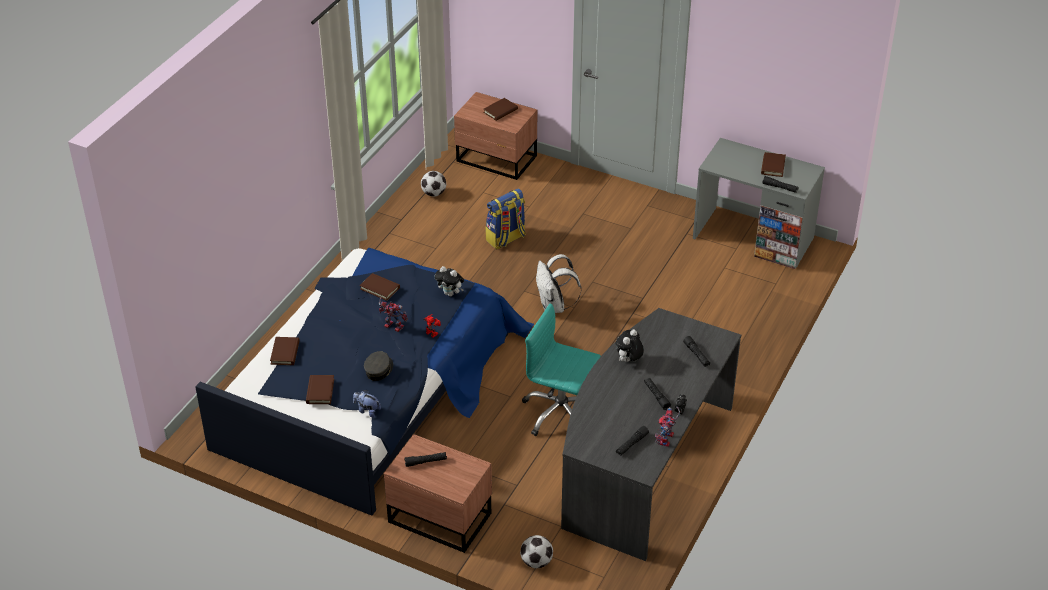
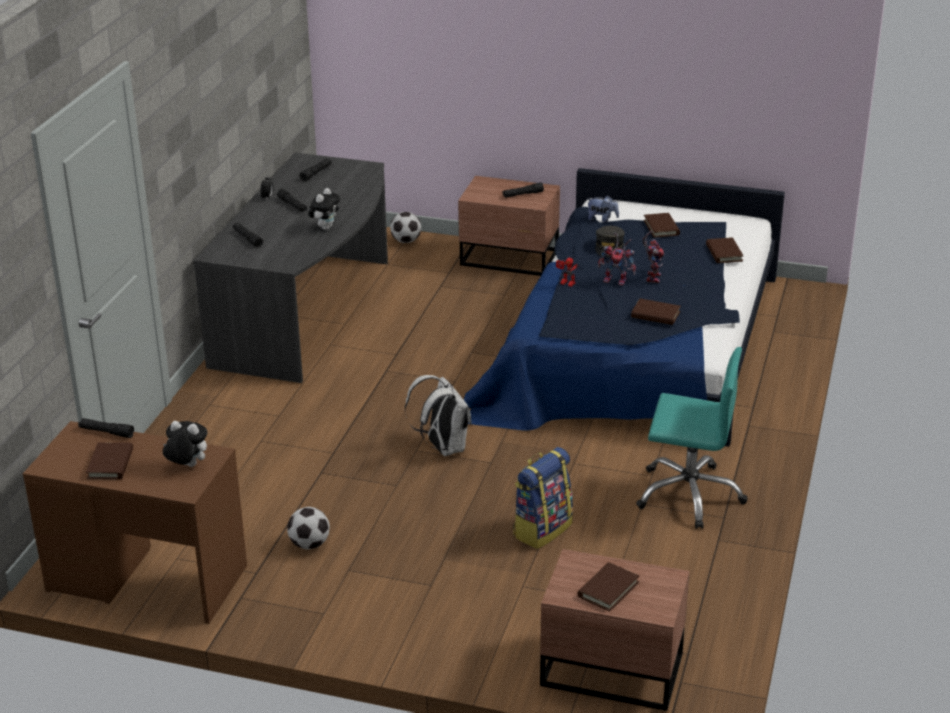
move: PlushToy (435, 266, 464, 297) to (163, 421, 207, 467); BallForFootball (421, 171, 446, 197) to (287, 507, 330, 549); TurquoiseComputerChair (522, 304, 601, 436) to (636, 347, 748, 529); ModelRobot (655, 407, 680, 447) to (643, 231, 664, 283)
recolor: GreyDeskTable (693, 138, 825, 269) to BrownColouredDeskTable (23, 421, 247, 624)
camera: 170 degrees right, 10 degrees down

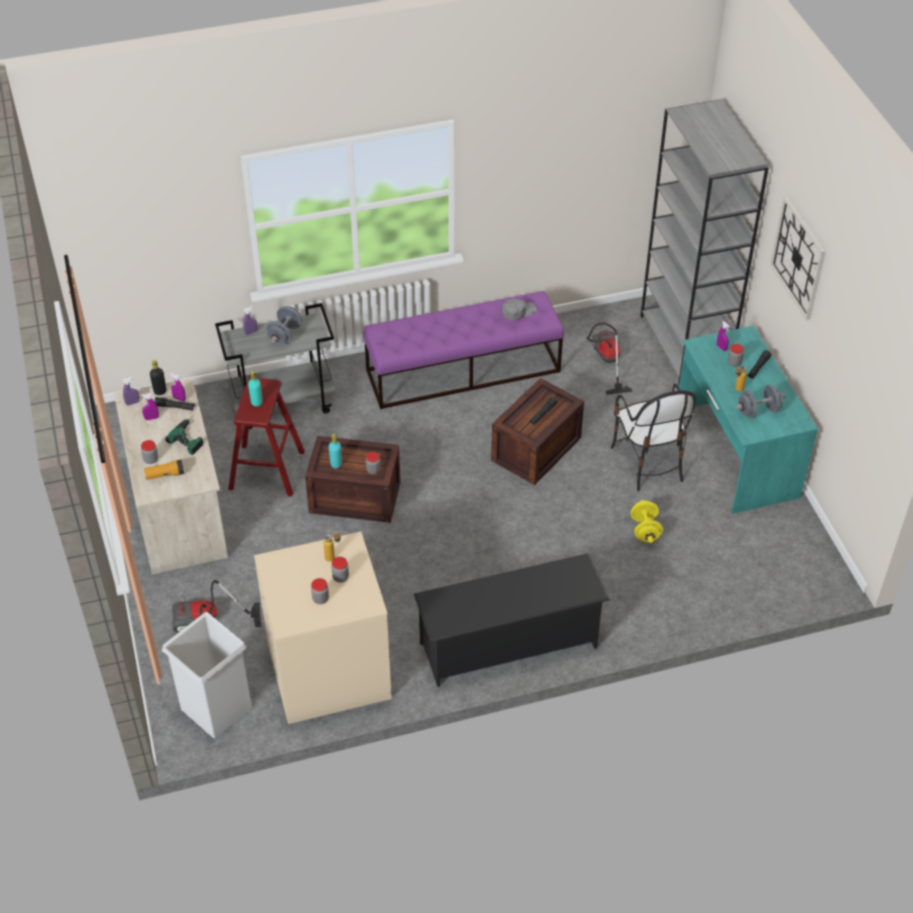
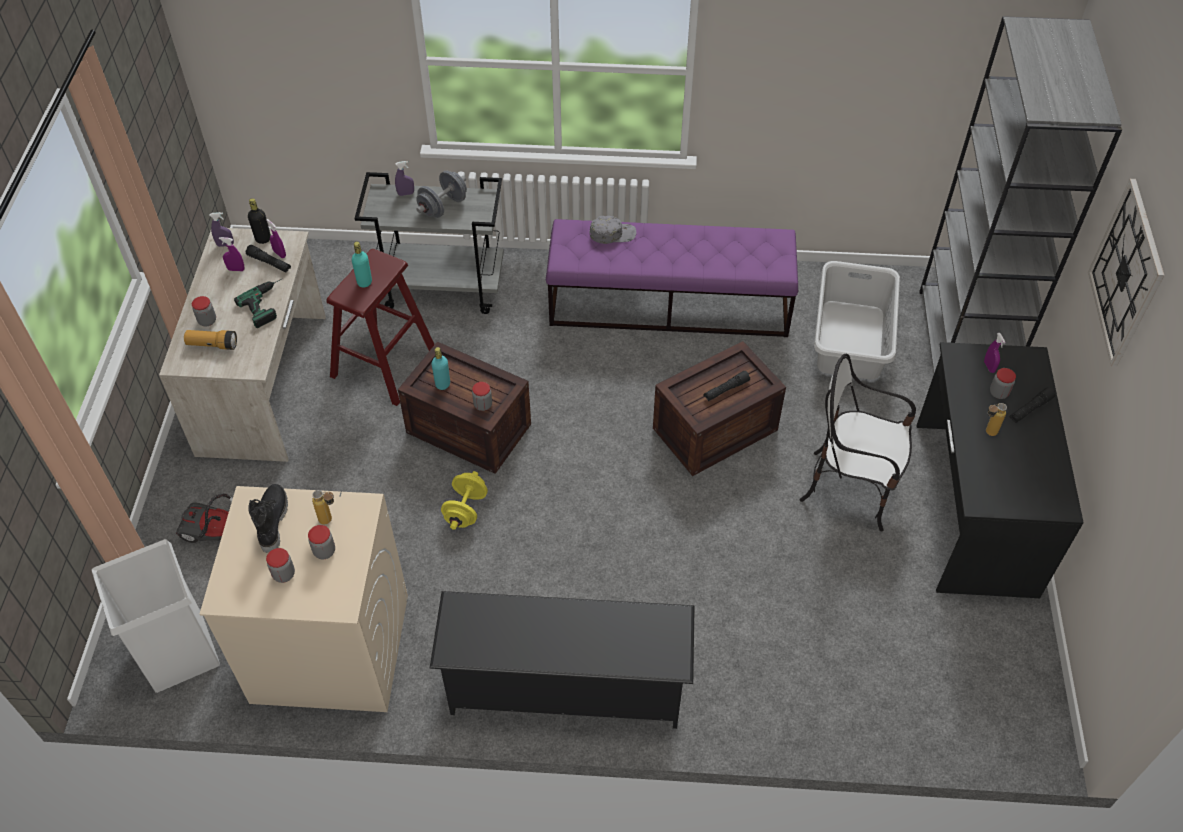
delete: GreyDumbbell (735, 384, 786, 419)
insert: BlackishHighTopBoot (248, 484, 288, 553)
move: YellowishDumbbell (631, 500, 663, 543) to (441, 471, 488, 530); GreyBaseballCap (501, 299, 536, 320) to (590, 216, 636, 244)
replace: Hoover (587, 323, 633, 395) to GreyWashingBasket (814, 261, 900, 380)
recolor: TurquoiseDeskTable (679, 326, 818, 514) to BlackishDeskTable (916, 342, 1084, 598)
rotate: PlainChair (611, 384, 696, 491) = (800, 353, 916, 532) 105 degrees clockwise
camera: 20 degrees right, 5 degrees up

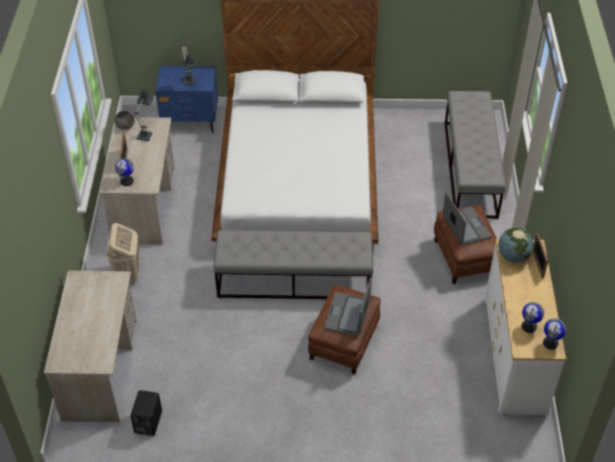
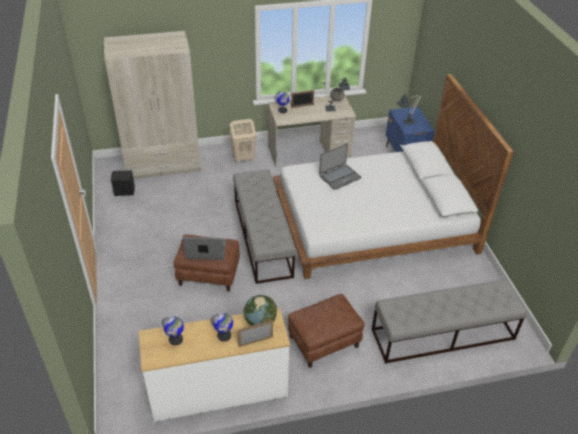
move: Globe (543, 319, 566, 350) to (211, 313, 233, 342); Laptop (442, 192, 492, 246) to (319, 144, 361, 190)
replace: SandColouredDeskTable (44, 271, 137, 422) to SandColouredWardrobe (104, 31, 201, 179)
camera: 75 degrees right, 5 degrees down

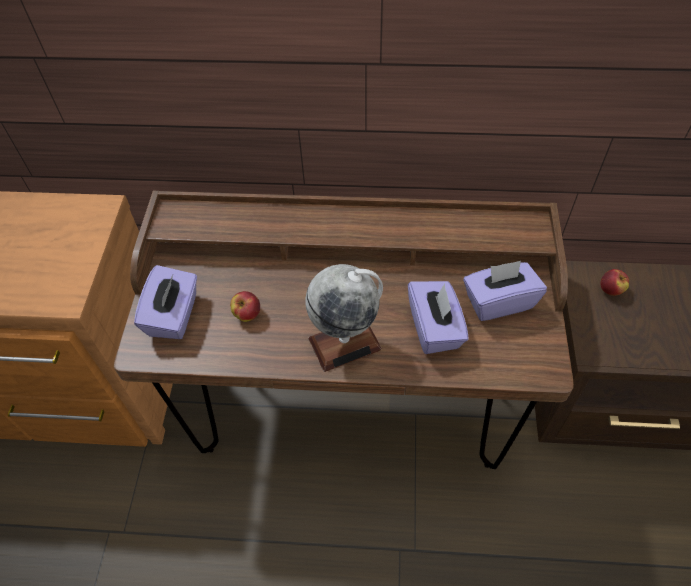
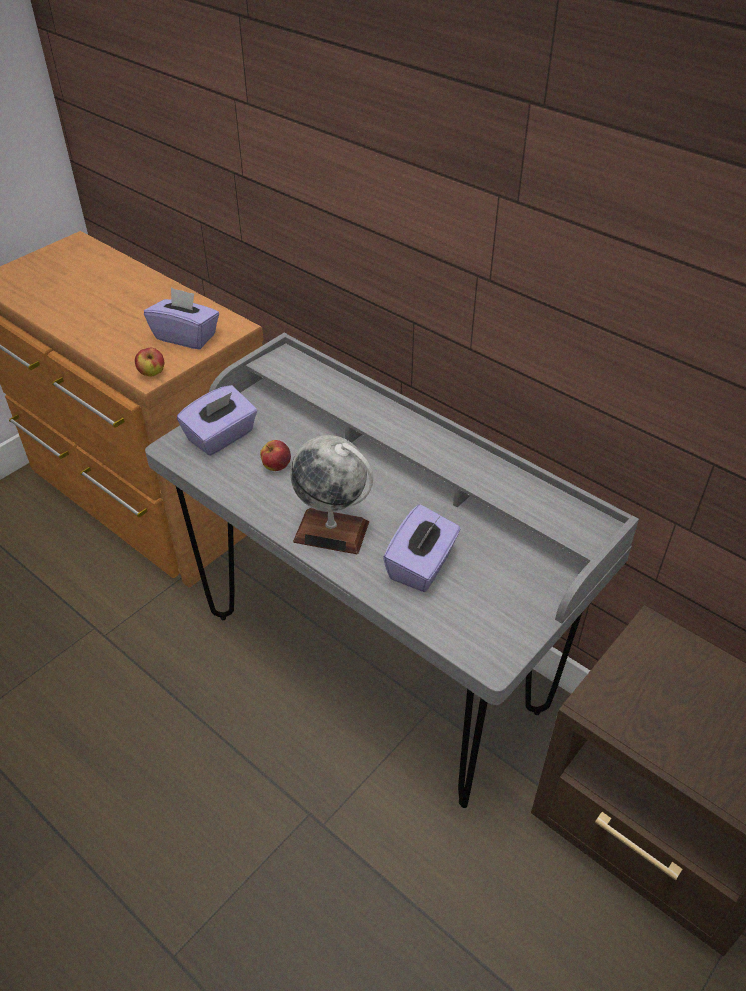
move: WholeApple (600, 269, 629, 296) to (135, 348, 164, 377); PurpleColouredTissueHolder (463, 261, 547, 321) to (144, 287, 219, 349)
recolor: BrownColouredDeskTable (114, 191, 574, 469) to GreyDeskTable (145, 333, 639, 808)
camera: 35 degrees right, 10 degrees down

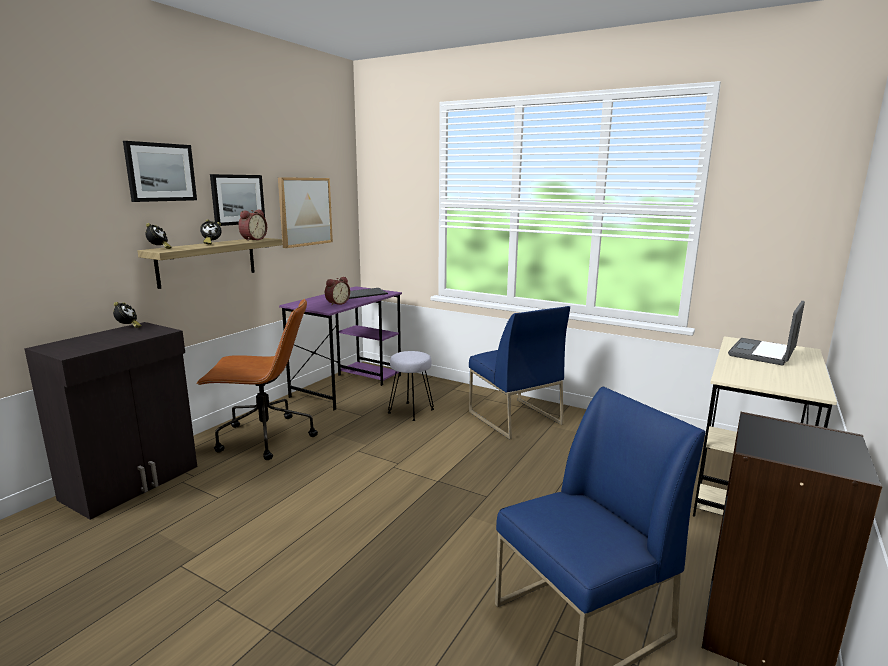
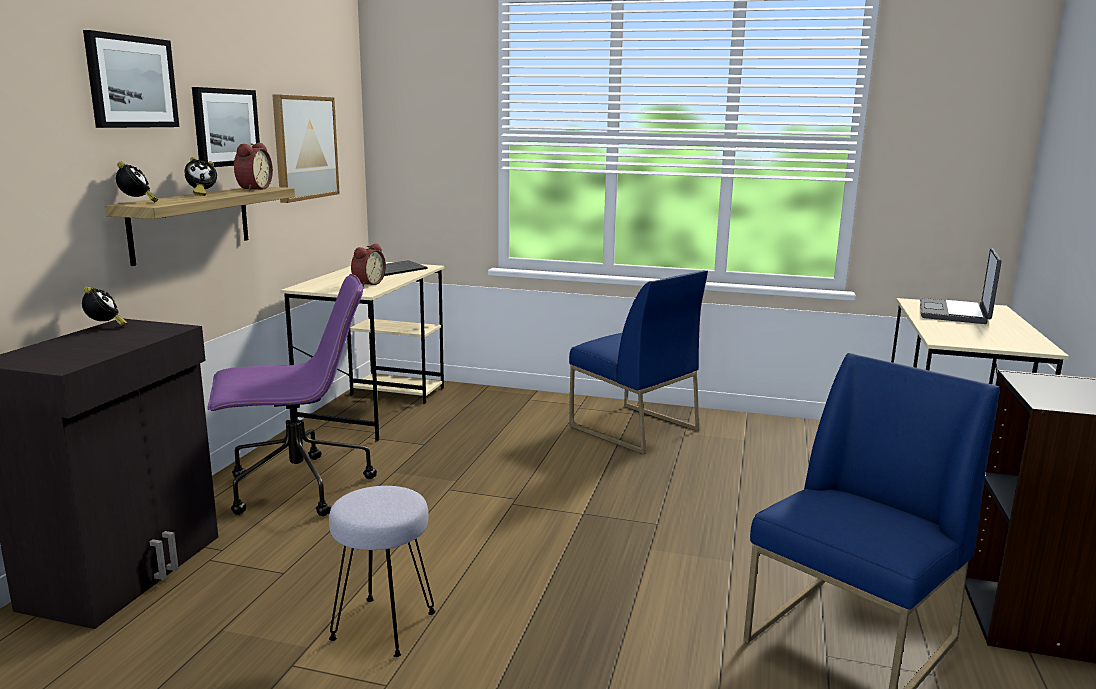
move: GreyStool (388, 351, 434, 421) to (329, 486, 436, 657)
recolor: BrownColouredComputerChair (196, 298, 318, 460) to PurpleColouredComputerChair (207, 274, 377, 516); PurpleColouredDeskTable (279, 286, 402, 410) to SandColouredDeskTable (280, 262, 444, 442)
camera: 15 degrees left, 0 degrees up

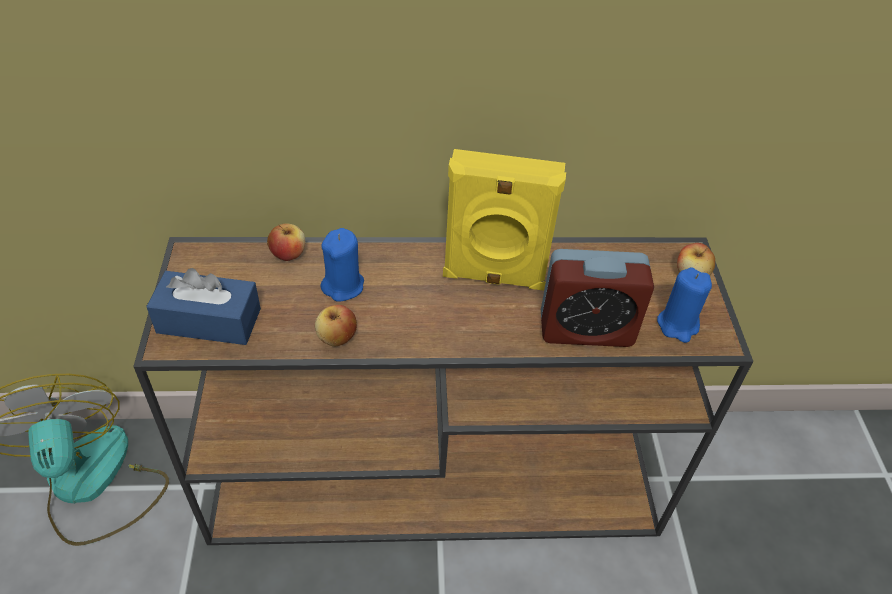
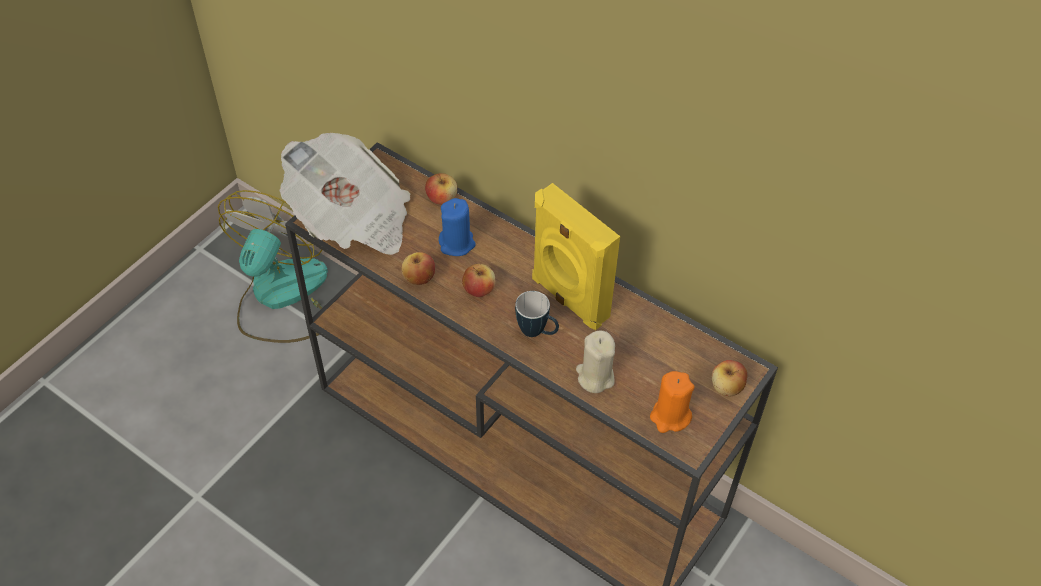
insert: WholeApple (462, 264, 495, 297); CoffeeMug (515, 291, 559, 337)
replace: BlueColouredTissueHolder (146, 268, 261, 345) to Newspaper (279, 133, 410, 255); TableClock (541, 249, 654, 347) to SandColouredCandle (576, 331, 615, 393)
recolor: BlueColouredCandle (657, 268, 712, 343) to OrangeyCandle (650, 371, 694, 433)
camera: 40 degrees right, 5 degrees up

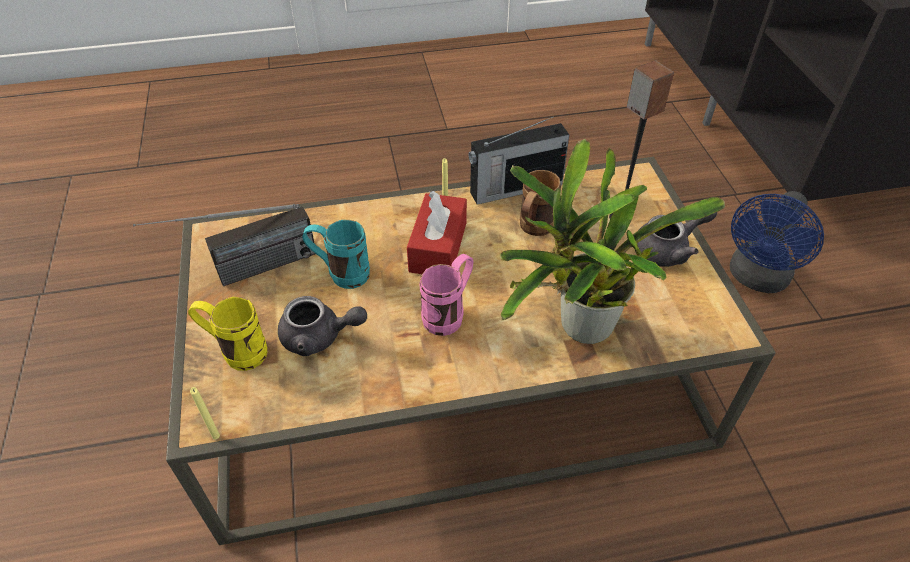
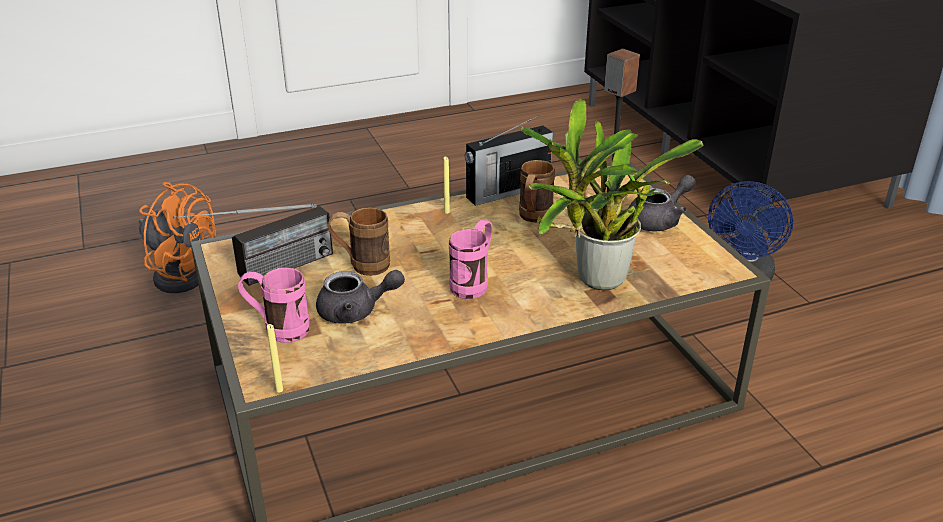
delete: RedTissueHolder (407, 191, 467, 274)
insert: OrangeyFan (139, 182, 216, 293)
recolor: YellowishCoffeeMug (188, 297, 268, 371) to PinkCoffeeMug (238, 267, 309, 343); TurquoiseCoffeeMug (302, 220, 370, 289) to BrownColouredCoffeeMug (328, 208, 390, 276)
camera: 10 degrees left, 15 degrees down

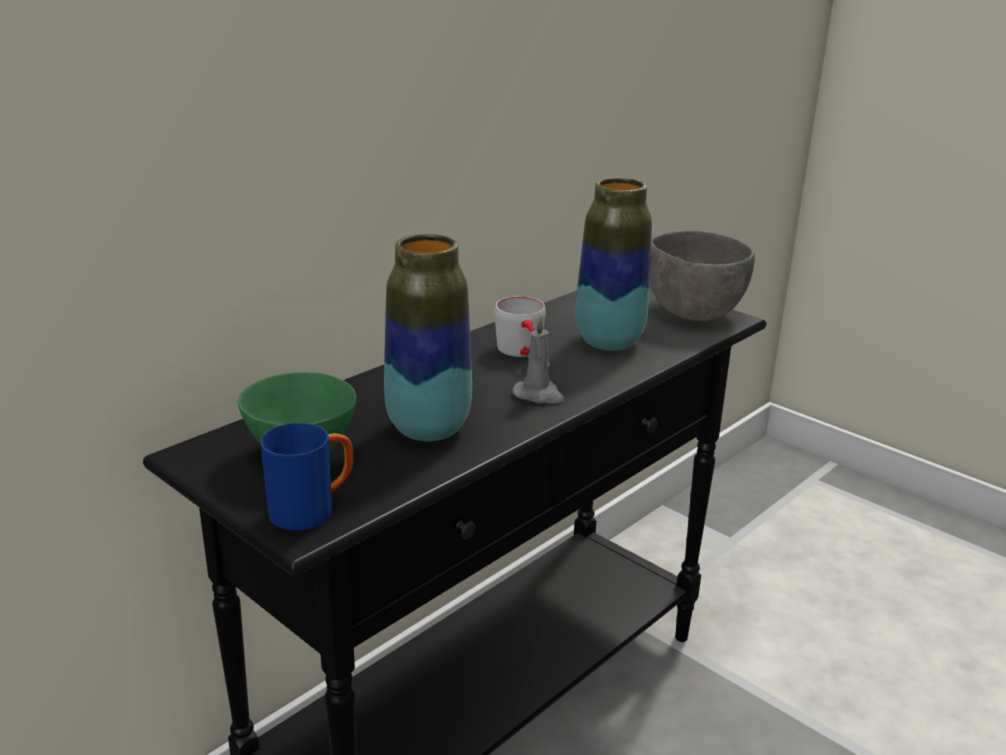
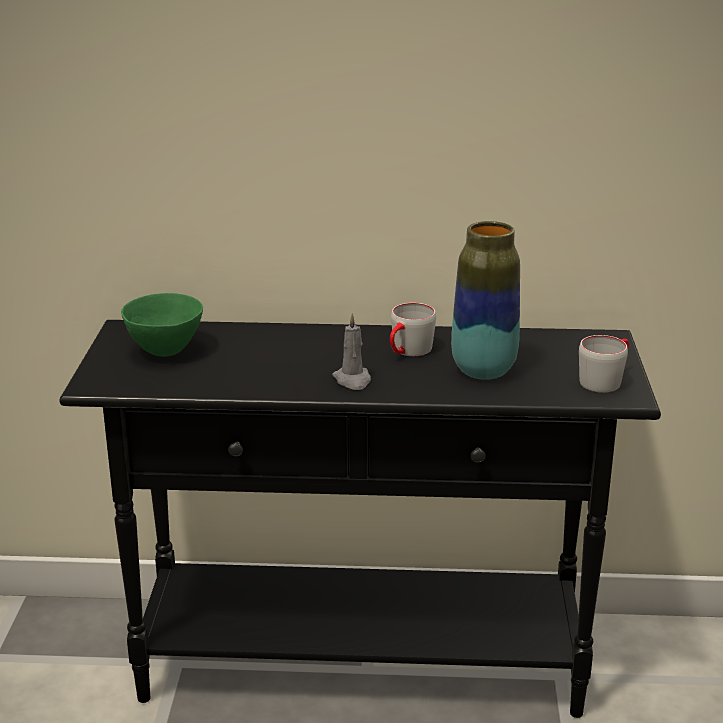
delete: BlueColouredCoffeeMug (260, 423, 353, 531); Vase (384, 234, 472, 441)
replace: GreyDeepDish (650, 231, 755, 322) to GreyCoffeeMug (579, 335, 629, 393)
camera: 50 degrees right, 0 degrees up

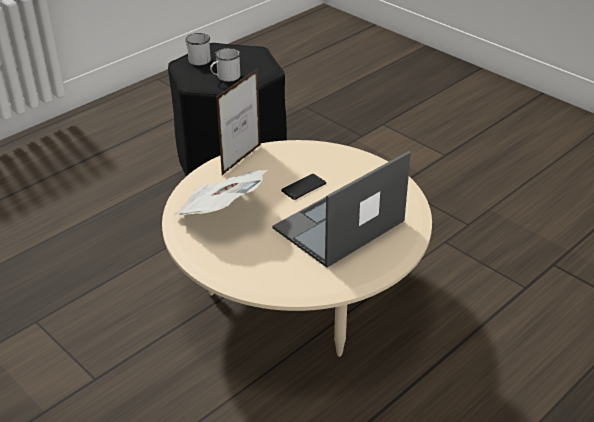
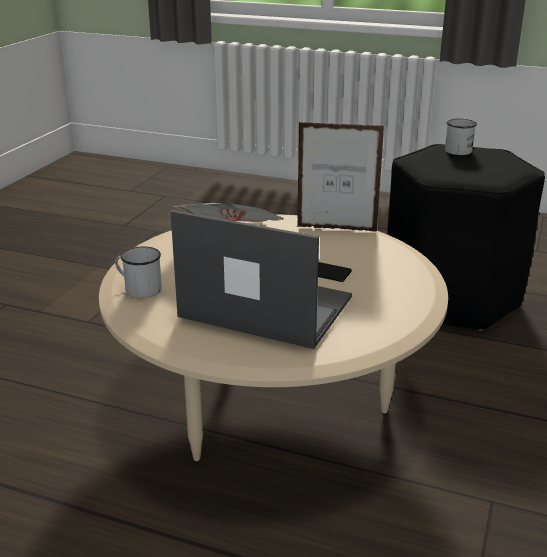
move: WhiteCoffeeMug (210, 48, 240, 82) to (115, 246, 162, 298)
camera: 65 degrees right, 10 degrees down

